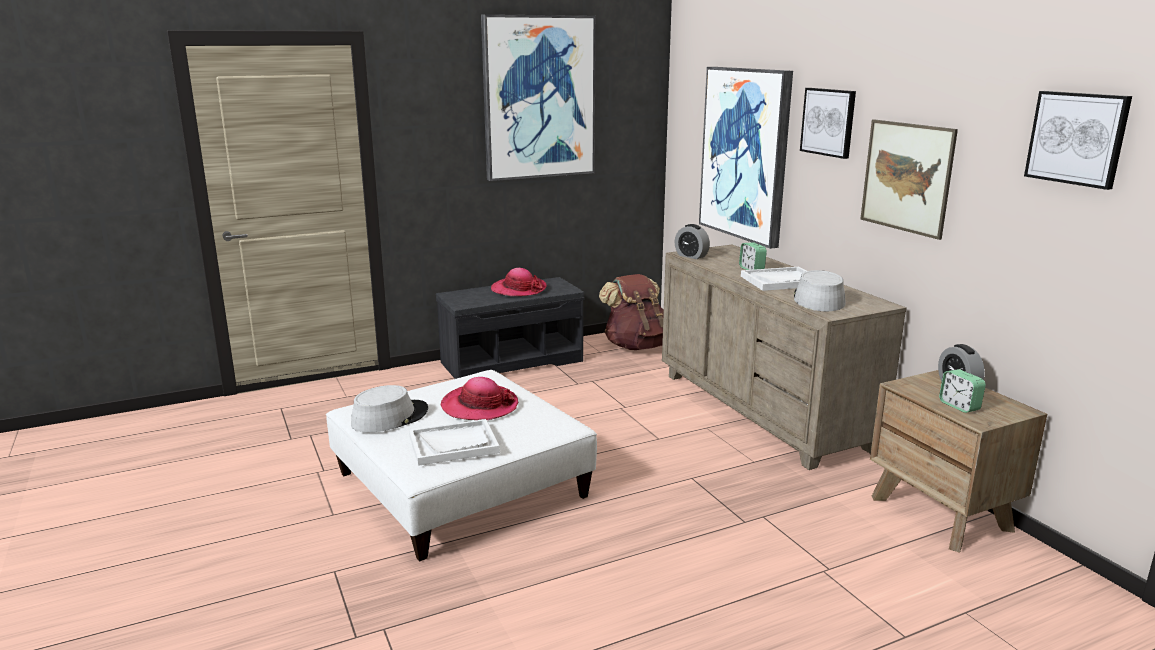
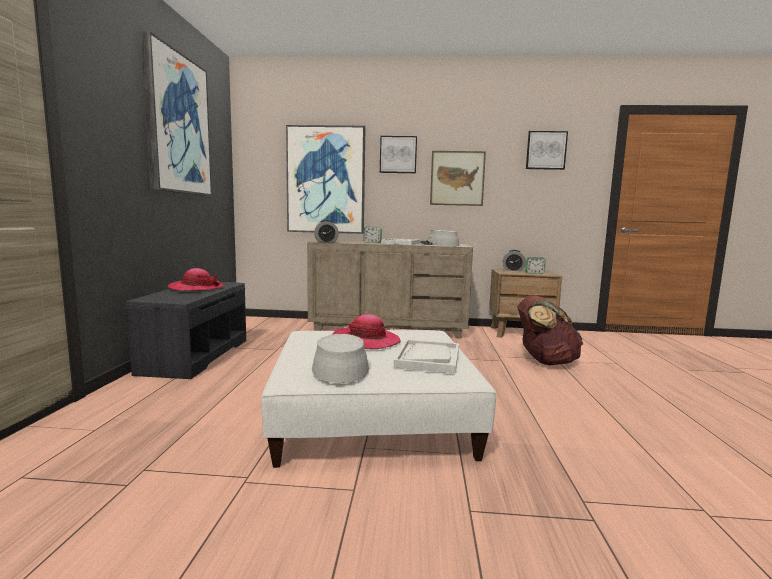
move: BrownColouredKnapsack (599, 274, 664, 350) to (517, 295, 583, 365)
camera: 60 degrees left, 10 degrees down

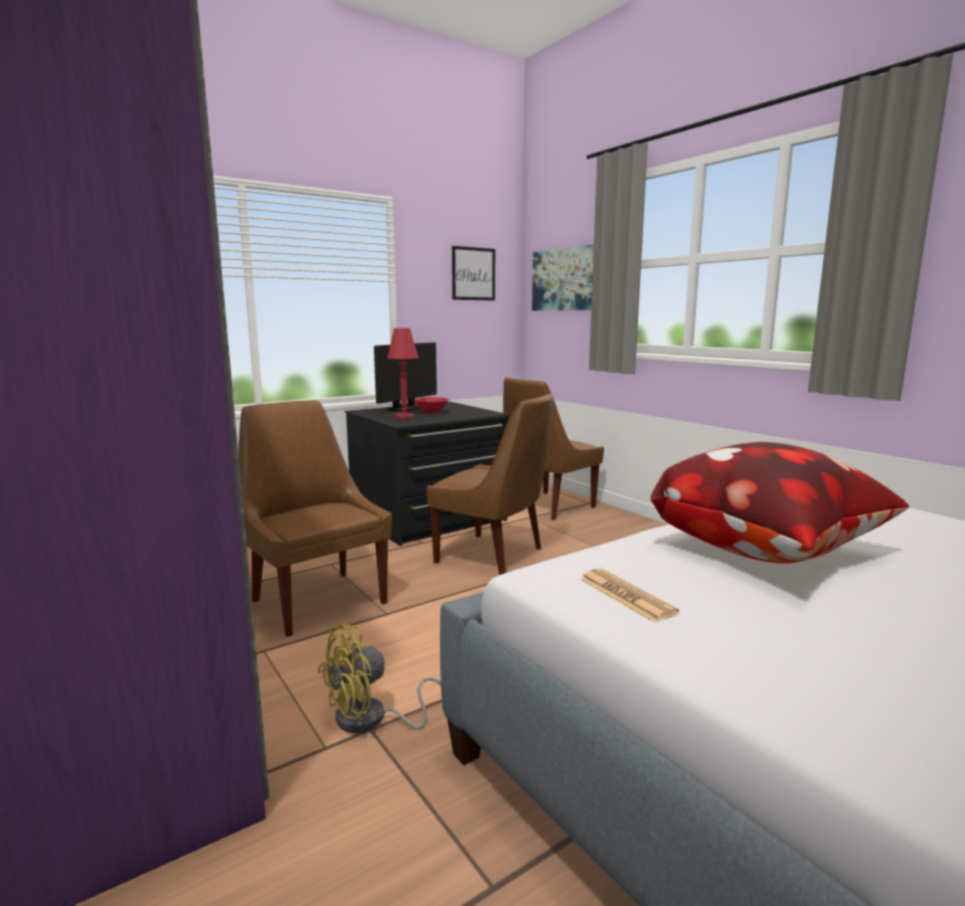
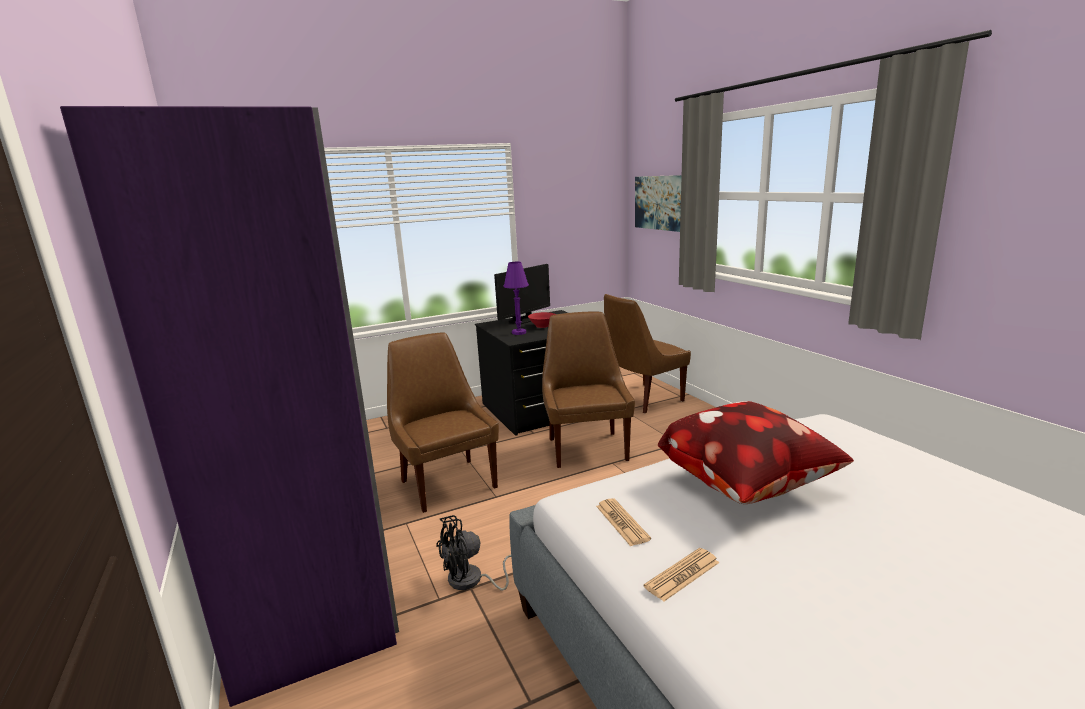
delete: WallPicture (452, 246, 495, 301)
insert: Newspaper (644, 548, 719, 601)
recolor: YellowishFan (318, 624, 441, 733) to BlackishFan (436, 515, 511, 591); RedTabletopLamp (387, 328, 419, 419) to PurpleColouredTabletopLamp (504, 262, 529, 335)
rotate: BrownColouredPlainChair (427, 393, 554, 575) = (542, 312, 635, 468) 135 degrees counterclockwise
camera: 10 degrees right, 5 degrees up

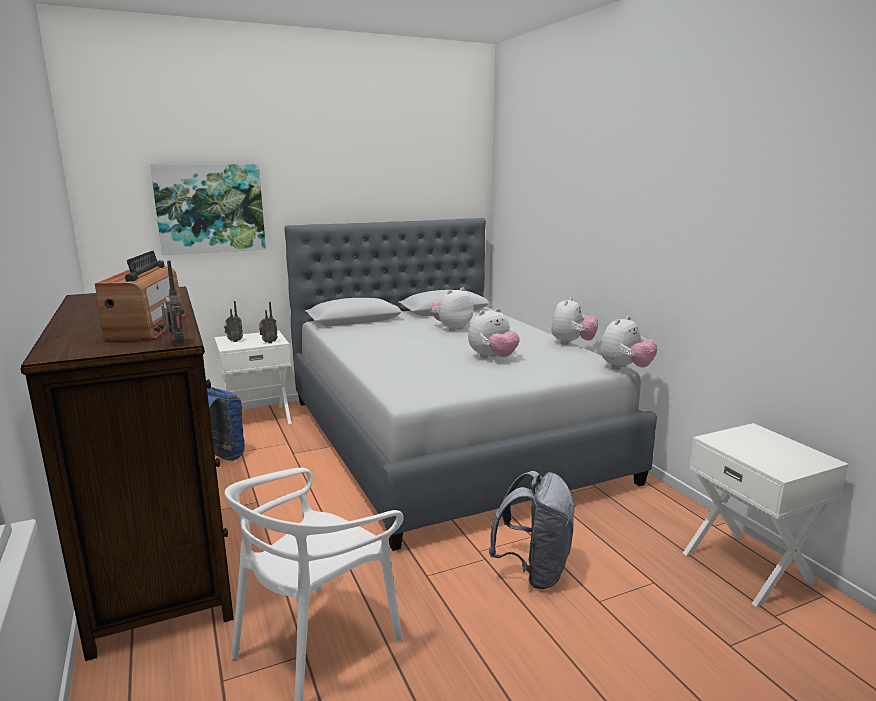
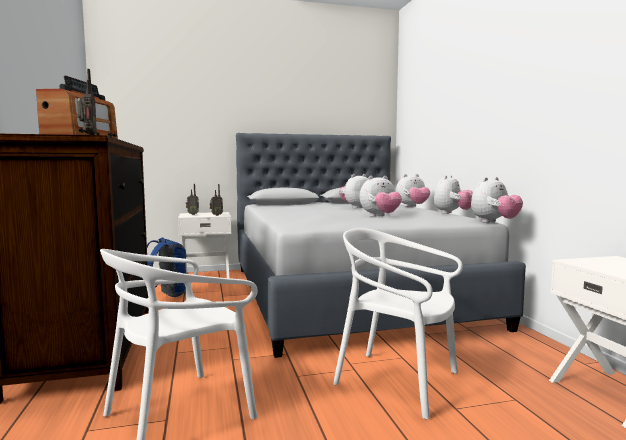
delete: WallPicture (150, 164, 266, 255)
insert: PlushToy (396, 174, 430, 207)
replace: GreyKnapsack (488, 471, 576, 589) to WhitePlainChair (333, 228, 463, 419)
camera: 10 degrees right, 10 degrees down

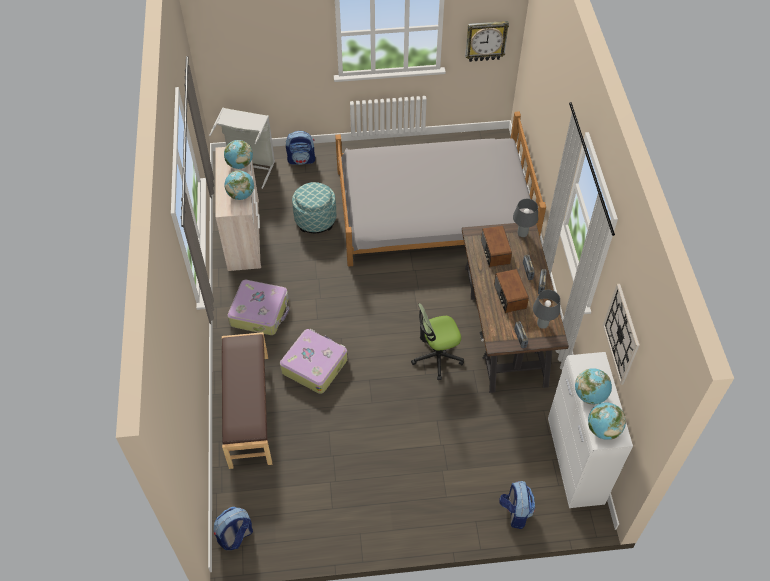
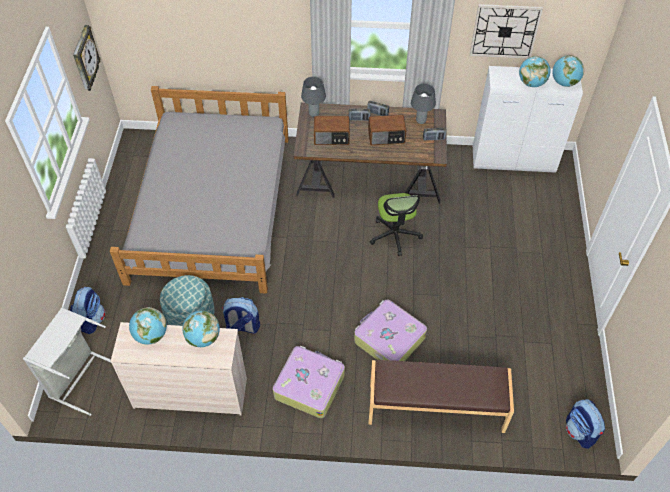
move: Knapsack (499, 481, 535, 529) to (222, 297, 260, 334)
camera: 80 degrees left, 0 degrees up

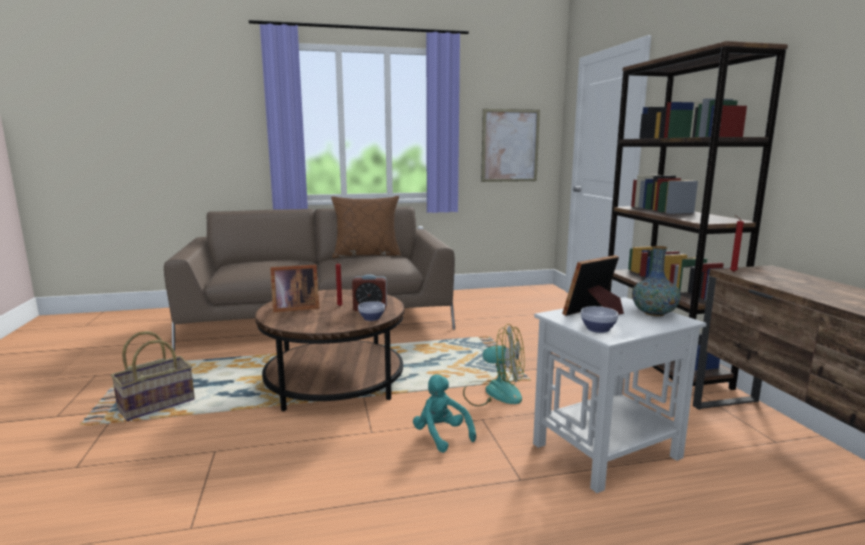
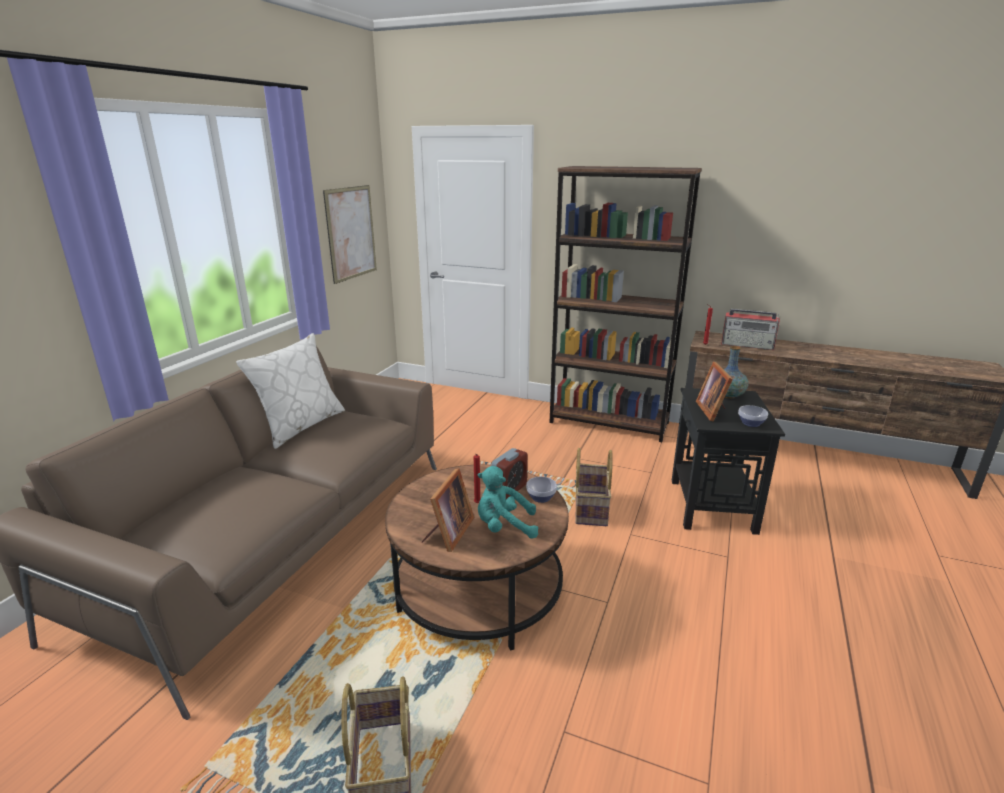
insert: RadioSet (721, 309, 780, 350)
move: TurquoisePlushToy (413, 374, 476, 453) to (478, 466, 538, 539)
replace: Fan (463, 324, 525, 406) to StorageBasket (575, 448, 613, 526)
recolor: BrownColouredThrowPillow (331, 196, 401, 258) to WhiteThrowPillow (236, 333, 345, 449); WhiteAccentTable (533, 297, 707, 493) to BlackishAccentTable (672, 388, 785, 535)
camera: 55 degrees left, 10 degrees up

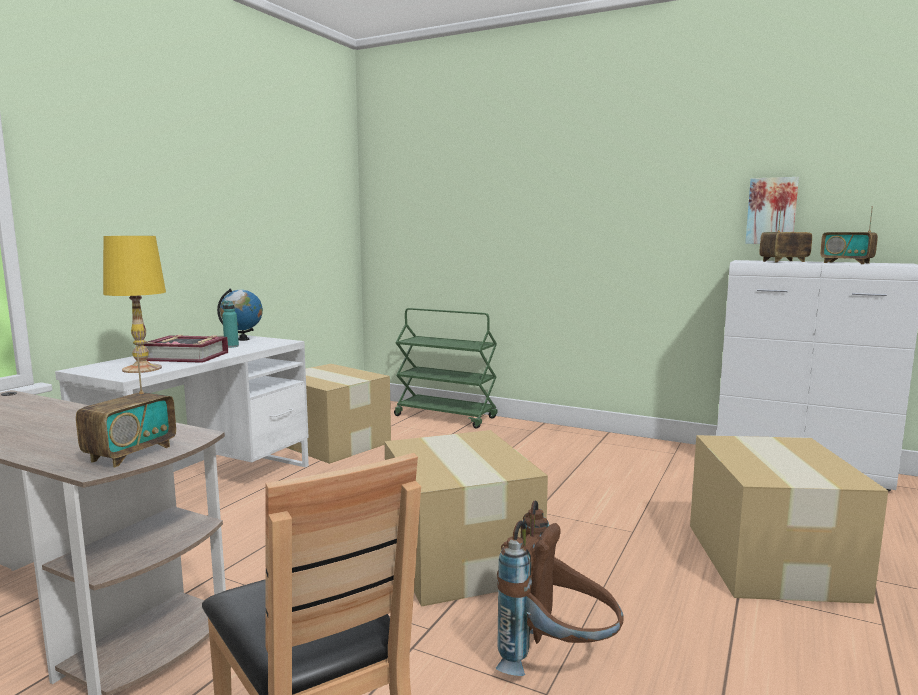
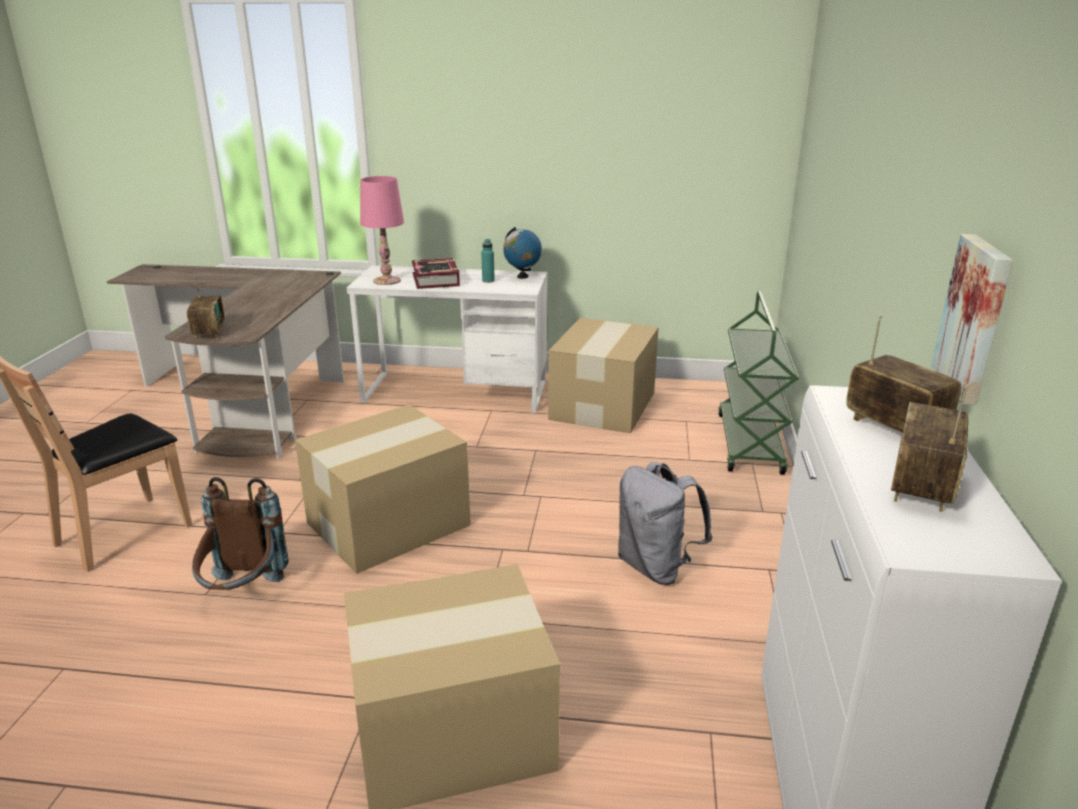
insert: GreyKnapsack (618, 462, 712, 585)
recolor: YellowishTabletopLamp (103, 236, 166, 373) to PinkTabletopLamp (360, 176, 404, 285)
rotate: RadioSet (76, 351, 176, 467) = (187, 272, 225, 340) 105 degrees counterclockwise
camera: 70 degrees right, 15 degrees up

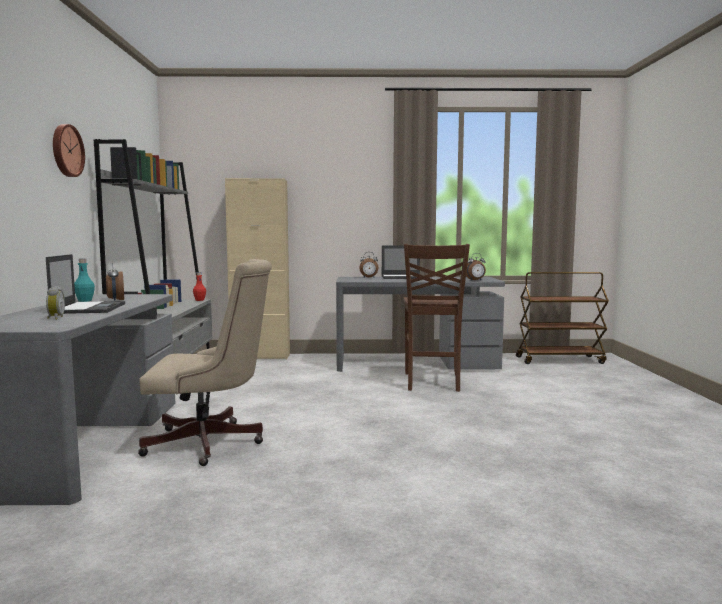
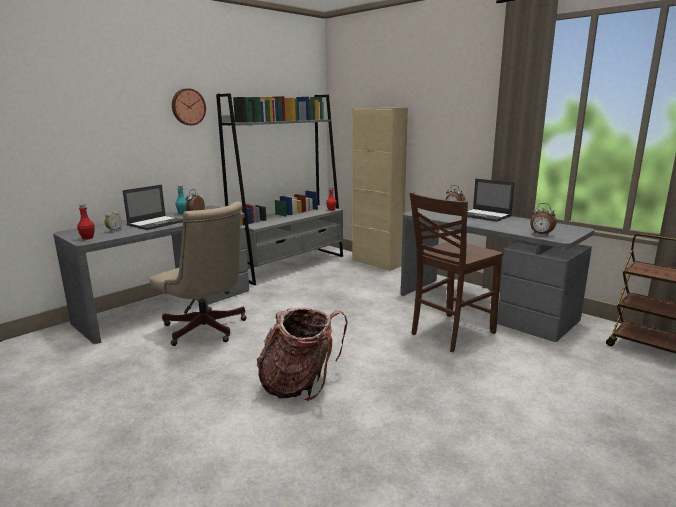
insert: RedBottle (77, 204, 95, 240); Knapsack (257, 307, 348, 401)
camera: 45 degrees right, 10 degrees up

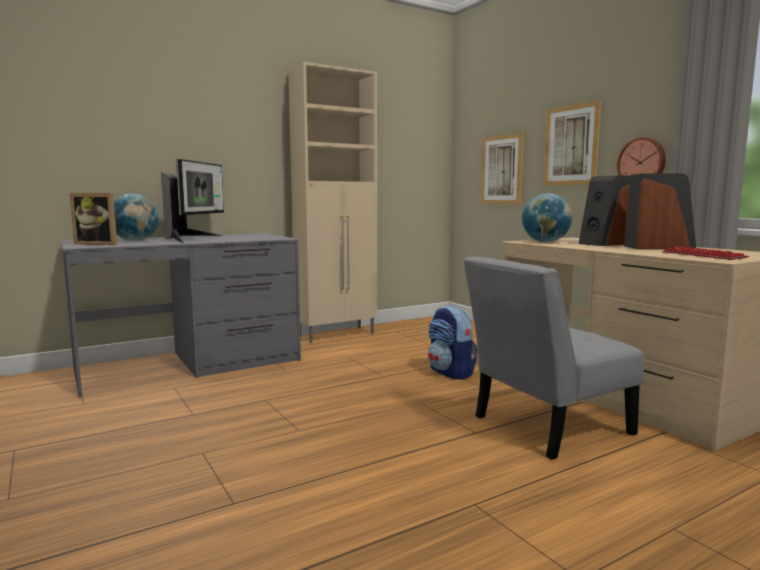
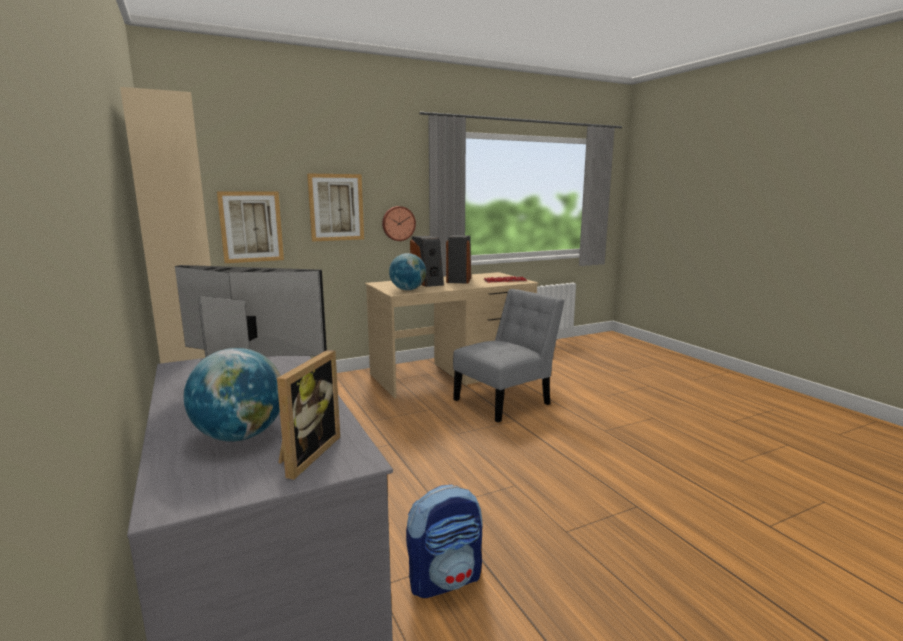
move: Knapsack (428, 305, 478, 380) to (406, 485, 482, 598)
rotate: GreyPlainChair (463, 256, 644, 460) = (453, 289, 564, 423) 105 degrees counterclockwise
camera: 85 degrees left, 5 degrees up

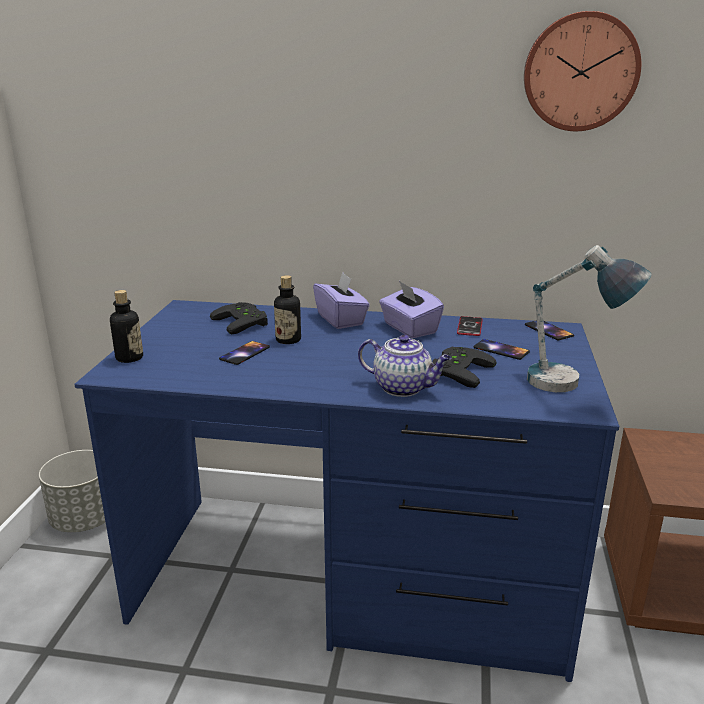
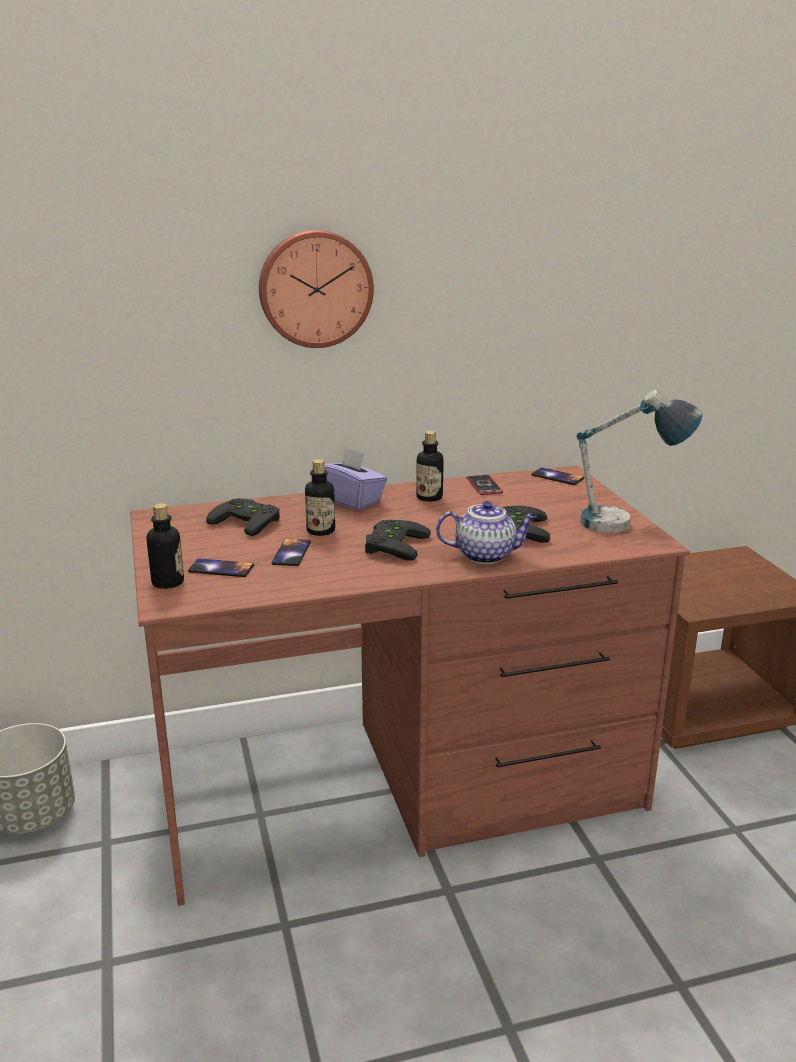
insert: BlackishGameController (365, 520, 431, 561)
move: Handset (474, 339, 530, 360) to (188, 559, 254, 577); HangingClock (524, 11, 641, 131) to (259, 230, 374, 348)
replace: PurpleColouredTissueHolder (379, 281, 444, 338) to Bottle (416, 431, 444, 502)
recolor: BlueColouredDeskTable (75, 300, 619, 682) to BrownColouredDeskTable (130, 465, 690, 906)
camera: 25 degrees left, 0 degrees up

